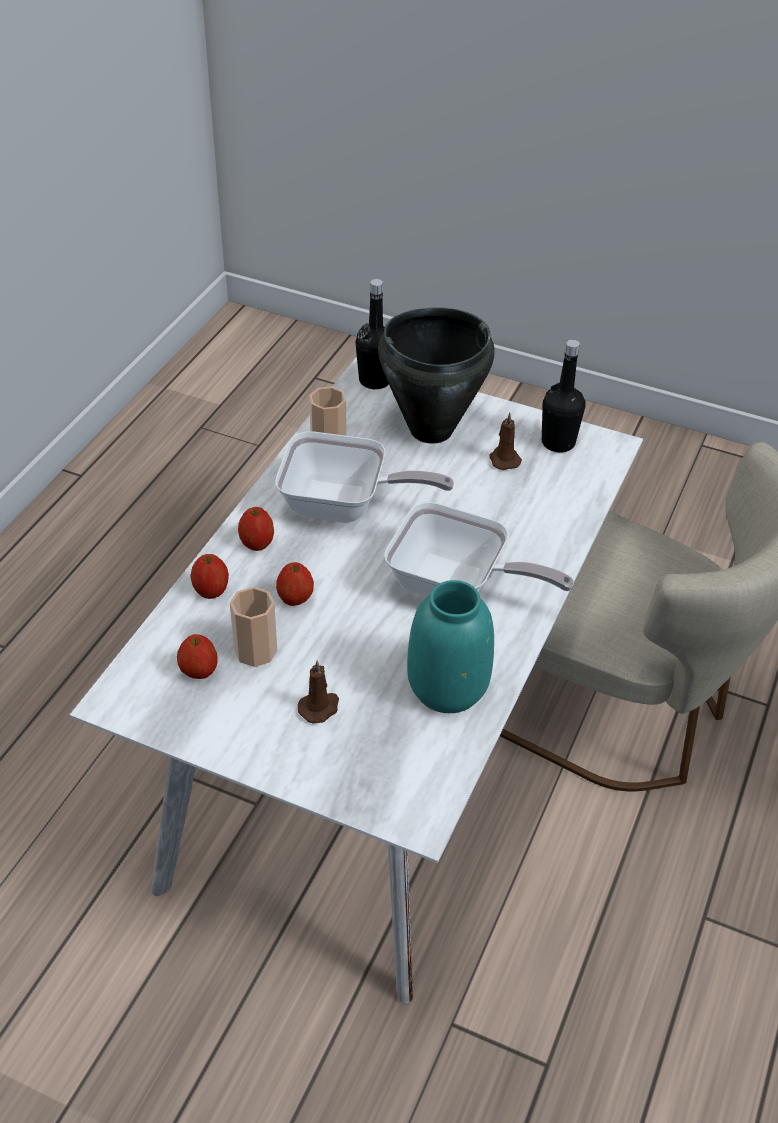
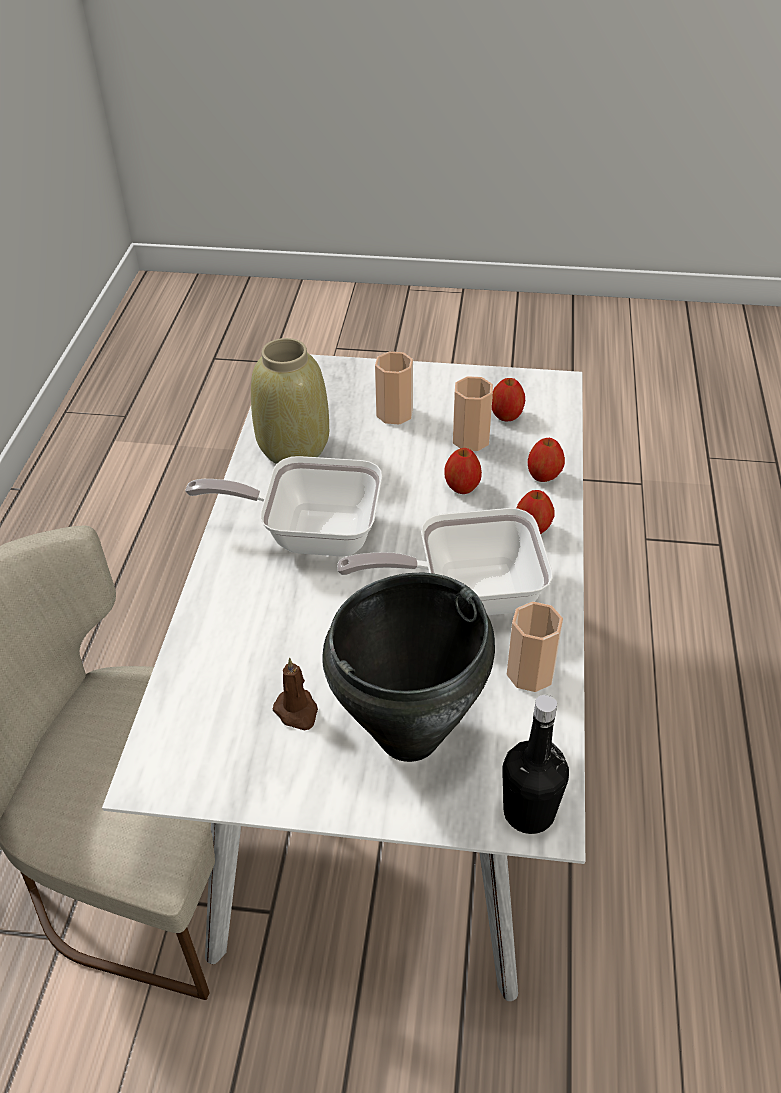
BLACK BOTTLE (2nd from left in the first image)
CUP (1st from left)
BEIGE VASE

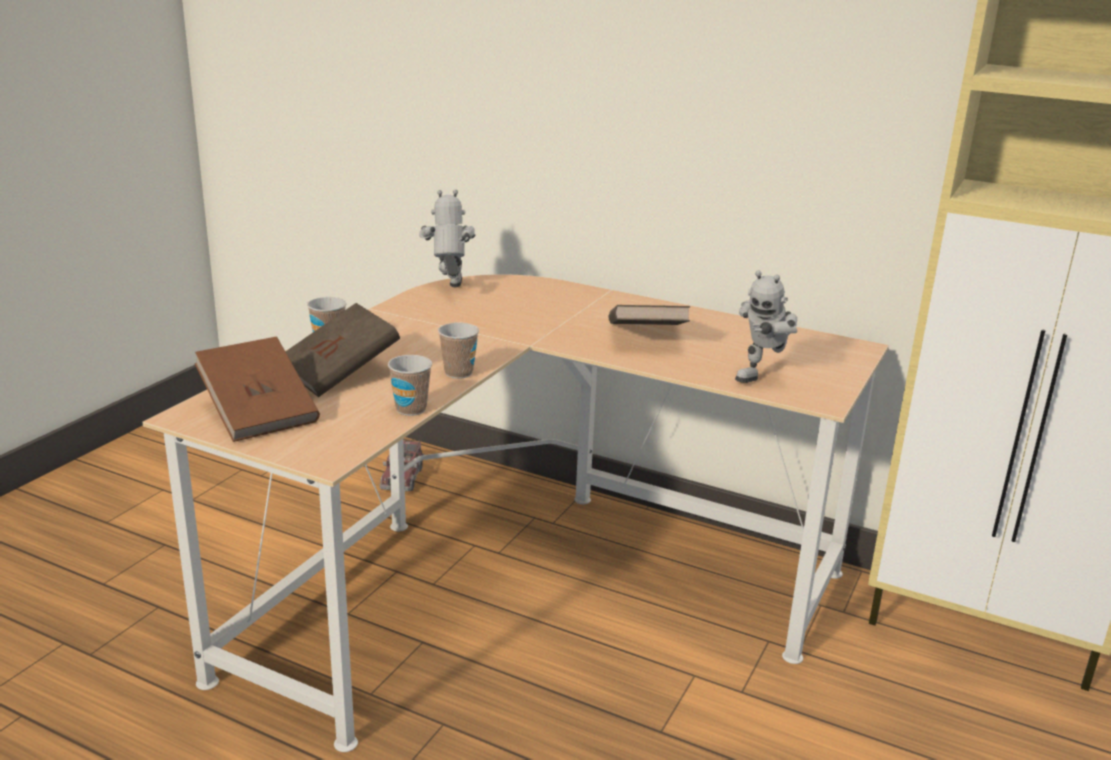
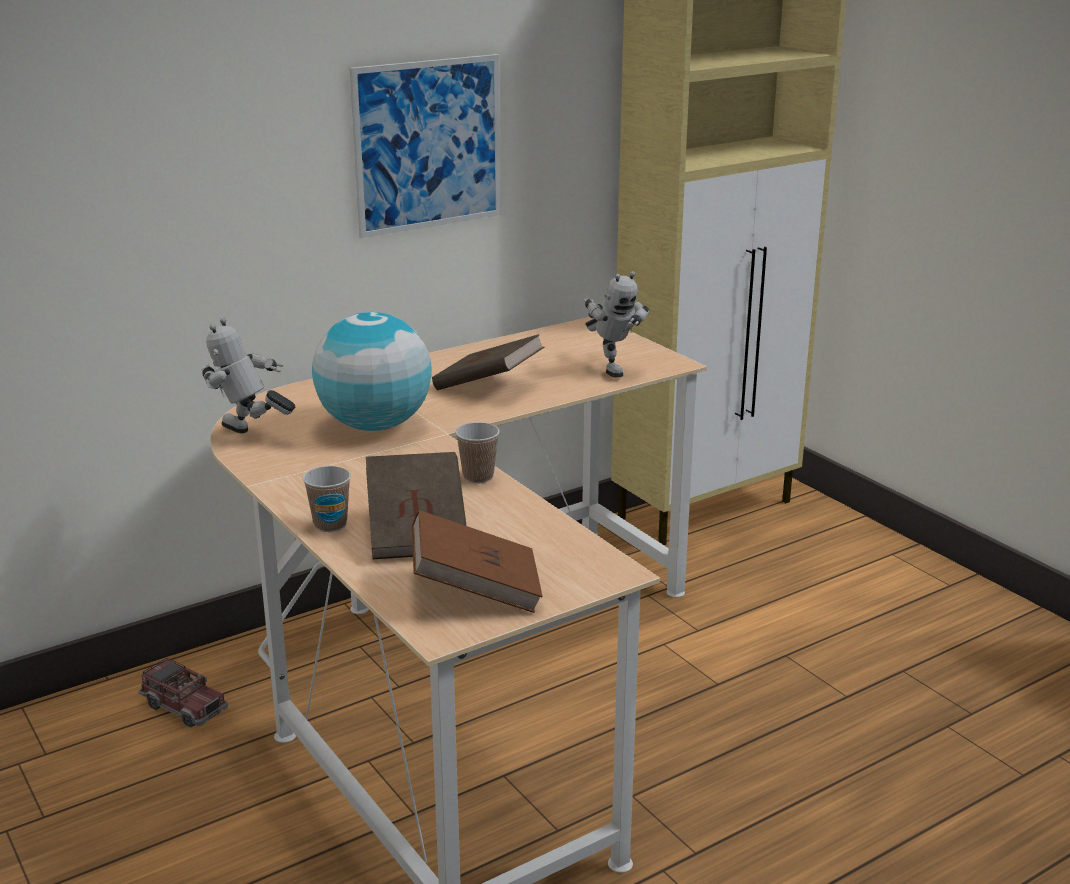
CUP (2nd from left in the first image)
GLOBE
PICTURE

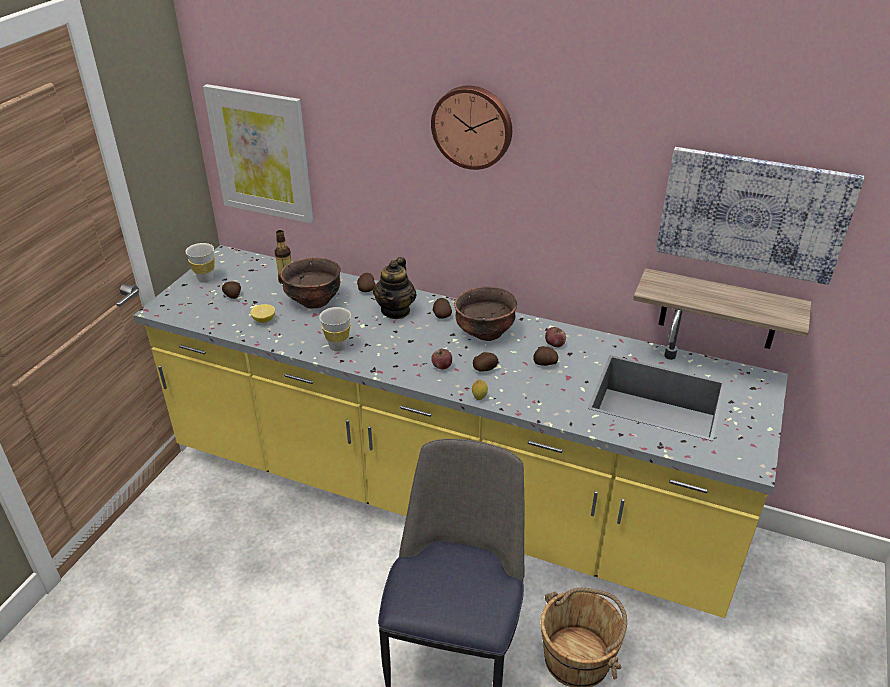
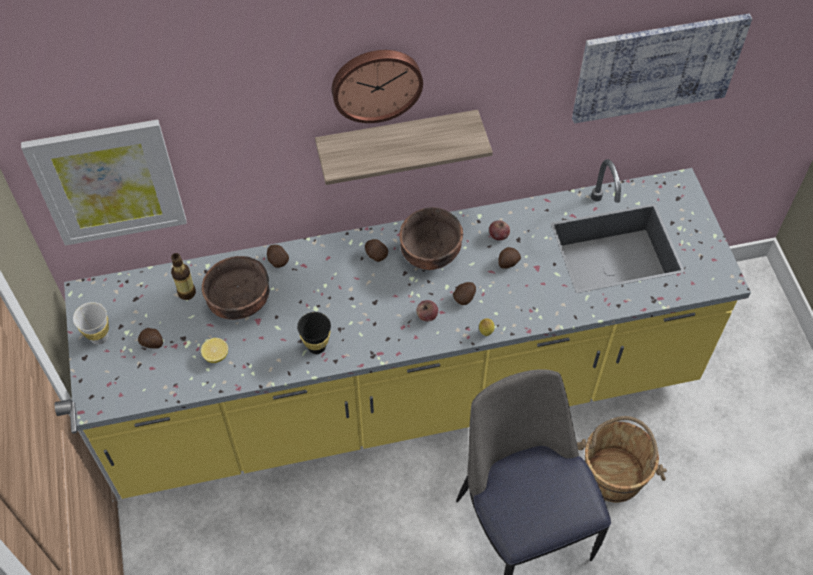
TEAPOT
SHELF
BLACK CUP

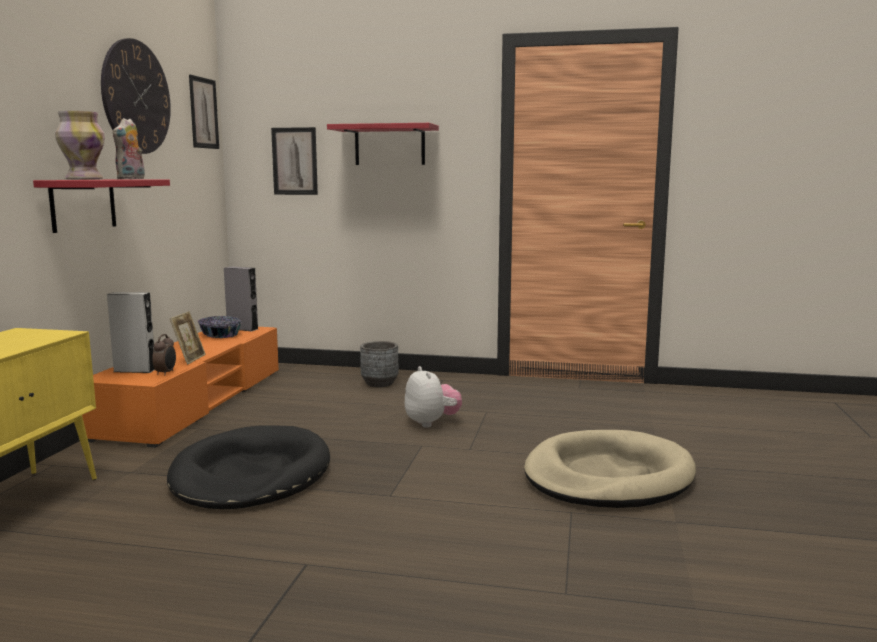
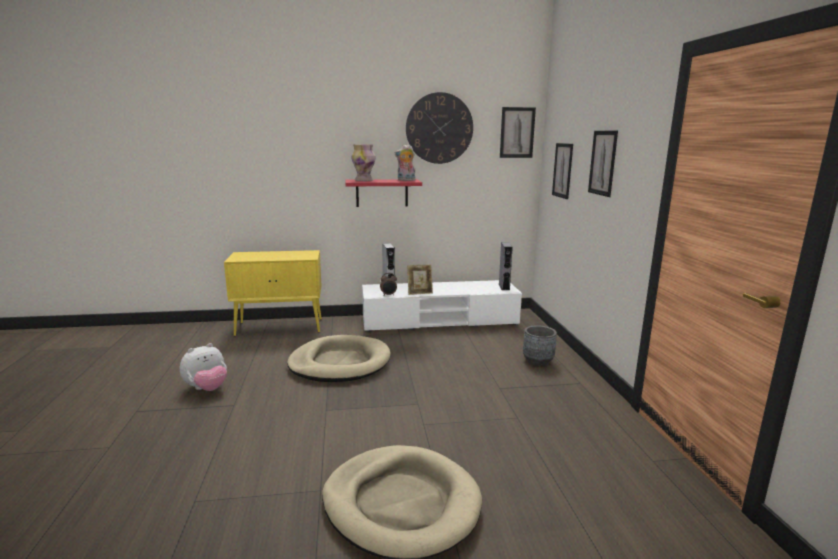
BOWL
PLUSH TOY (1st from left)
PICTURE (3rd from left)
WHITE TV STAND
BEIGE DOG BED (1st from left)

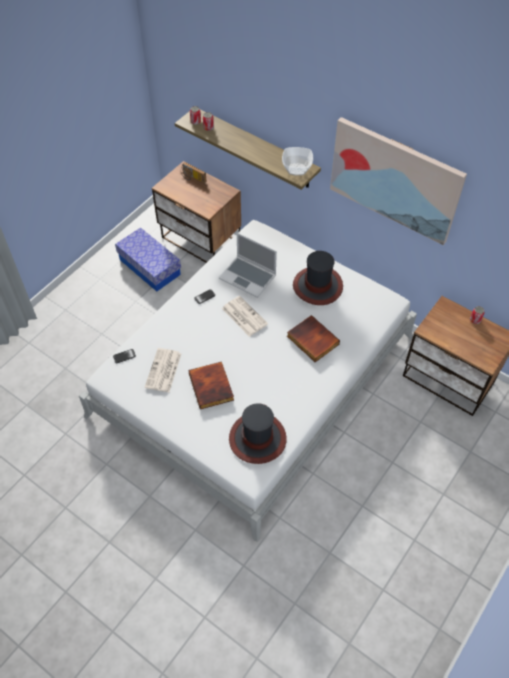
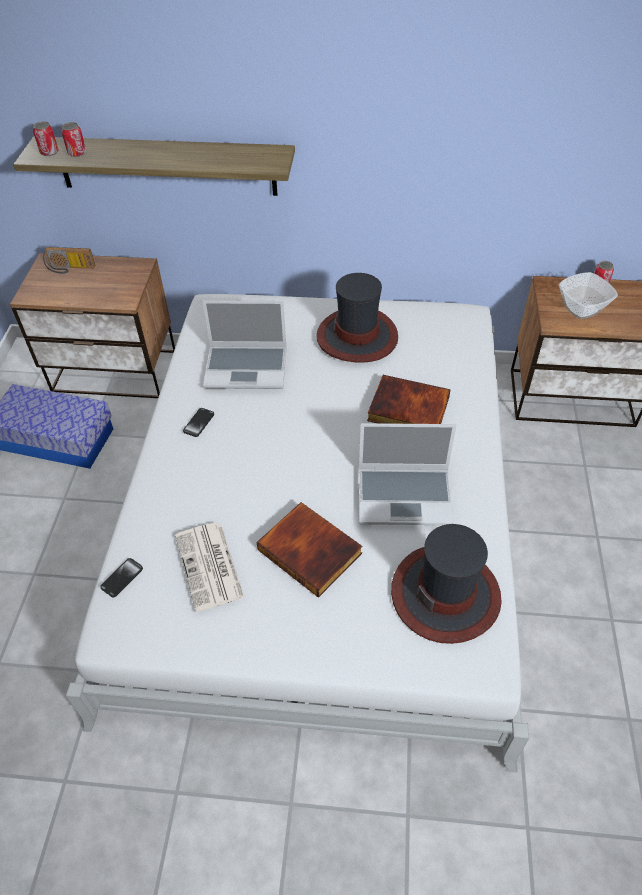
NEWSPAPER (2nd from left in the first image)
PICTURE
LAPTOP (2nd from left)
BOWL

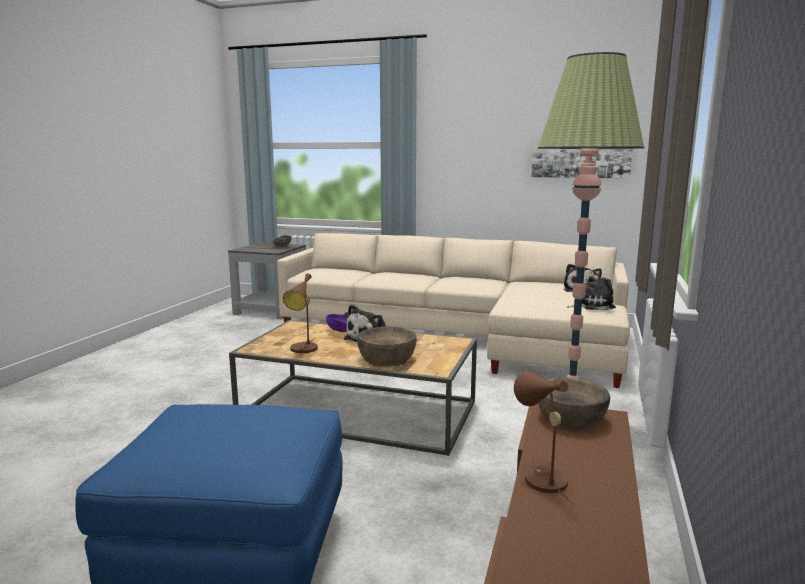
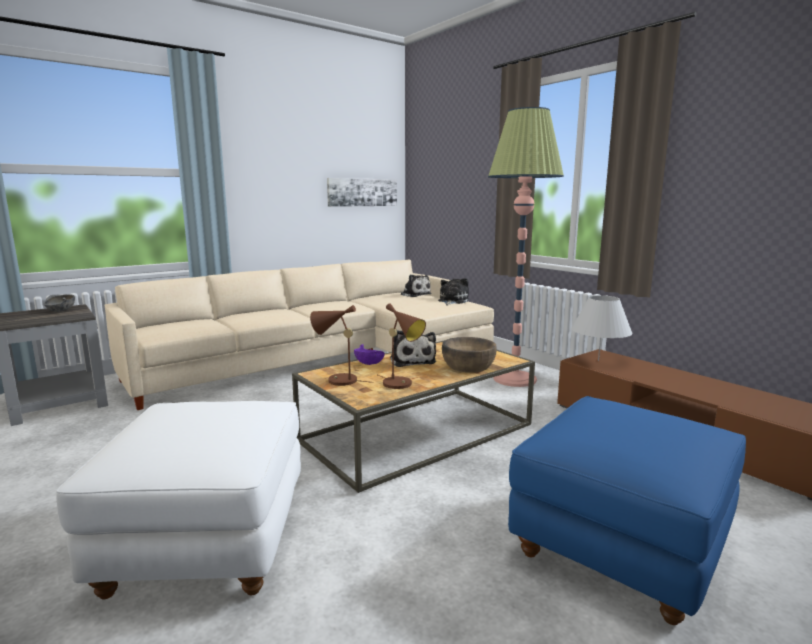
WHITE OTTOMAN
BROWN TABLE LAMP (1st from left)
WHITE TABLE LAMP

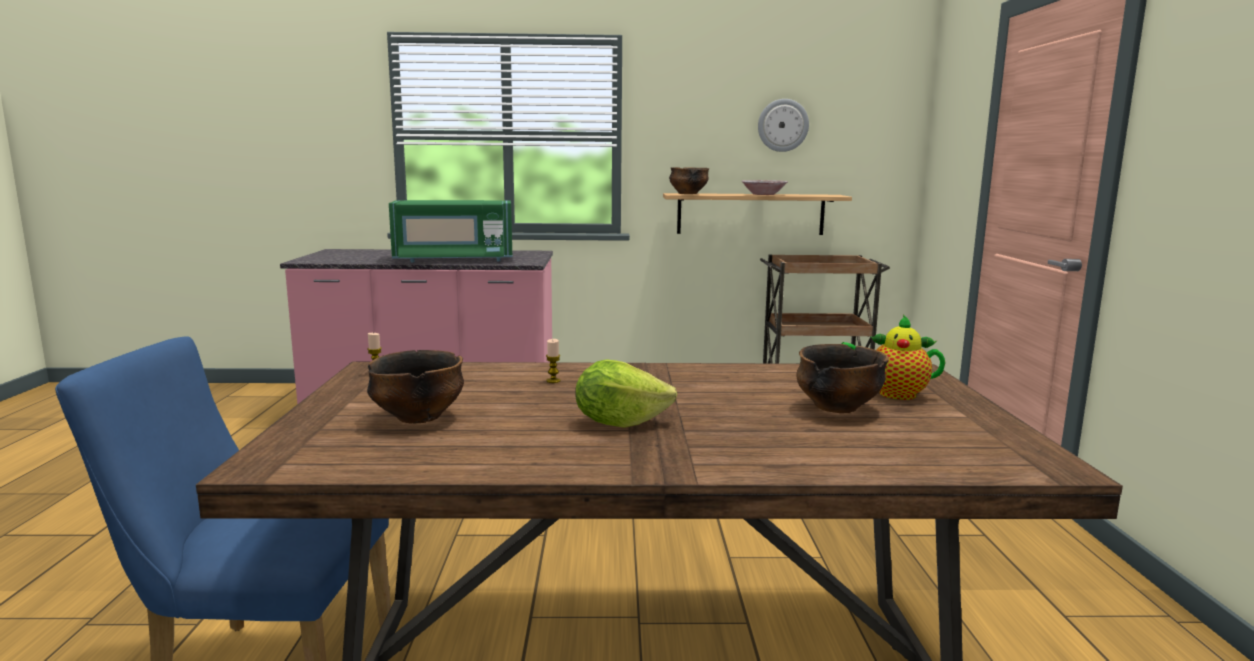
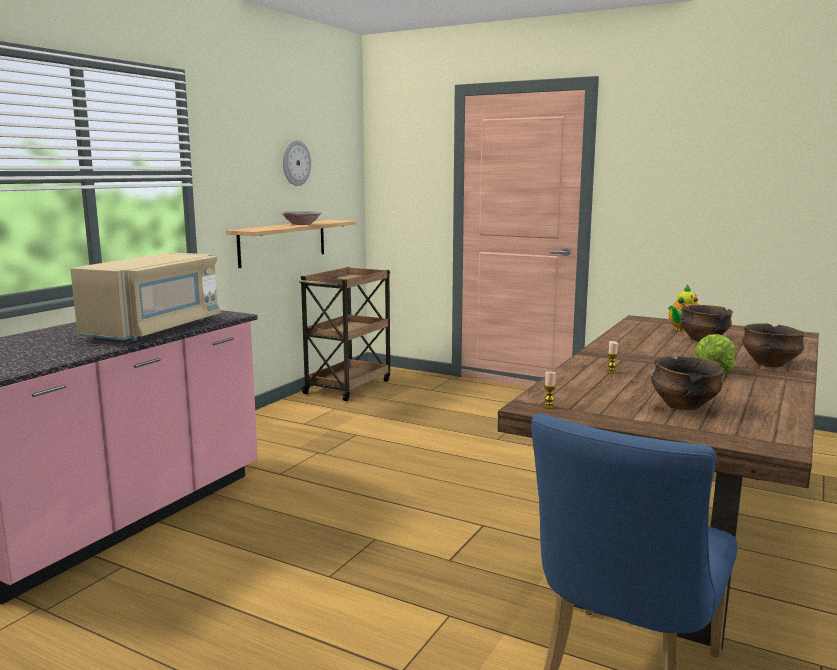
BOWL (4th from left)
BEIGE MICROWAVE

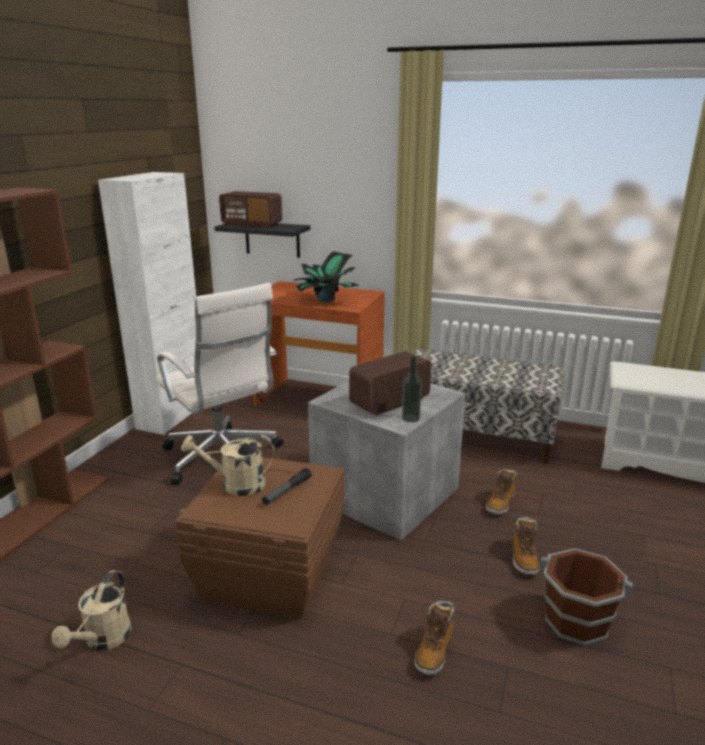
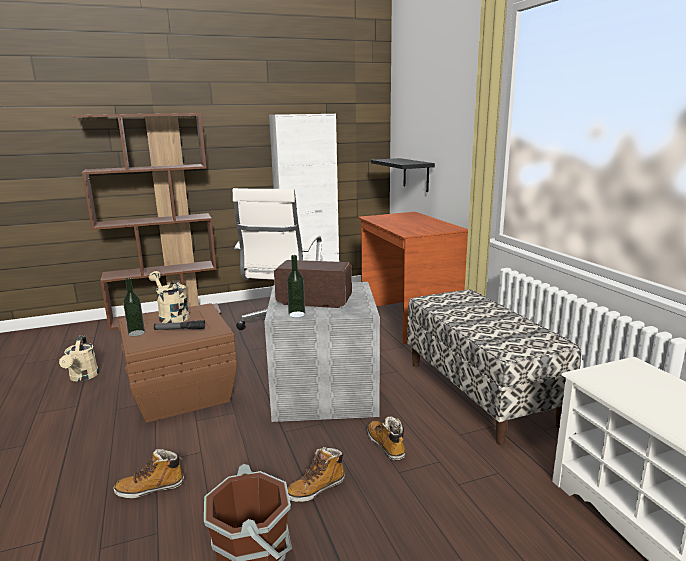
RADIO (1st from left in the first image)
POTTED PLANT
BOTTLE (1st from left)
BEIGE WATERING CAN (1st from left)
BOOT (3rd from left)

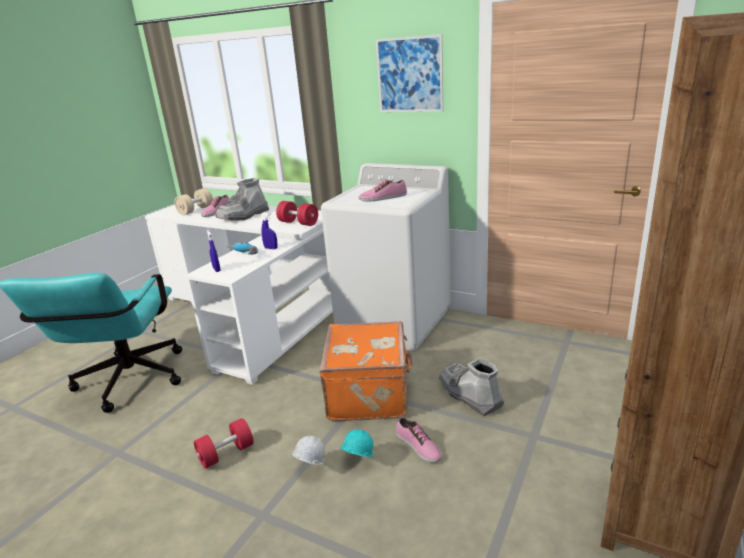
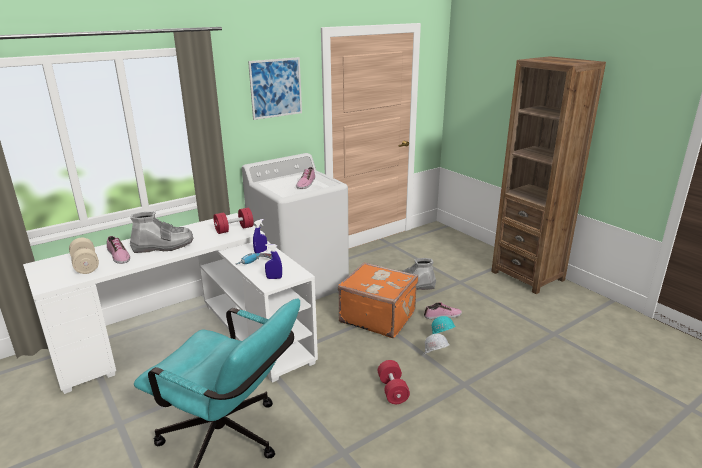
GREY BOOT (1st from left)

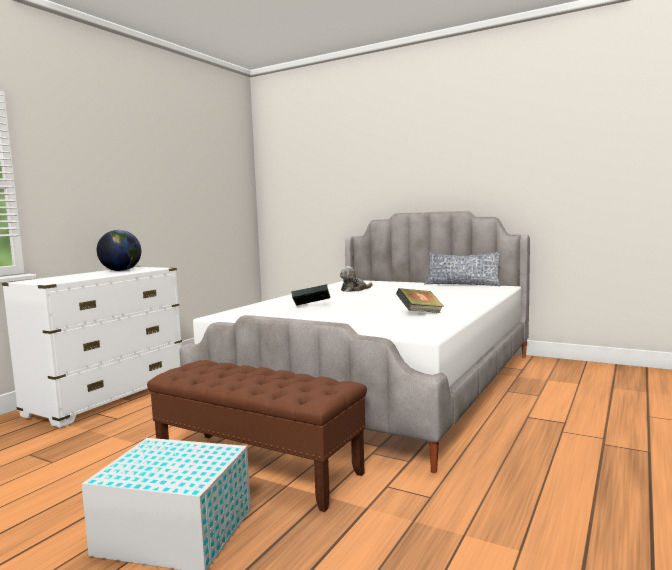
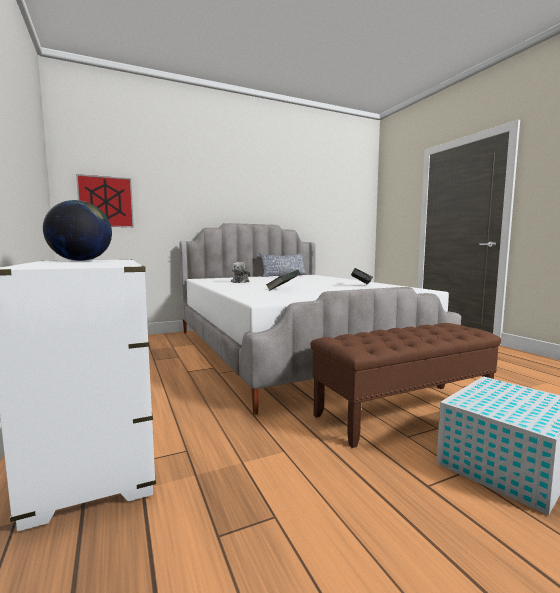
PICTURE

